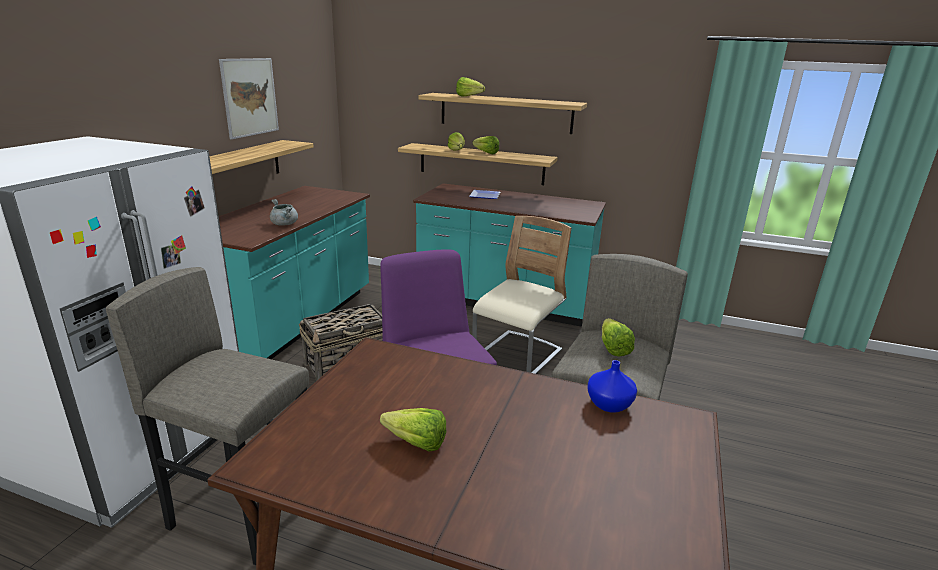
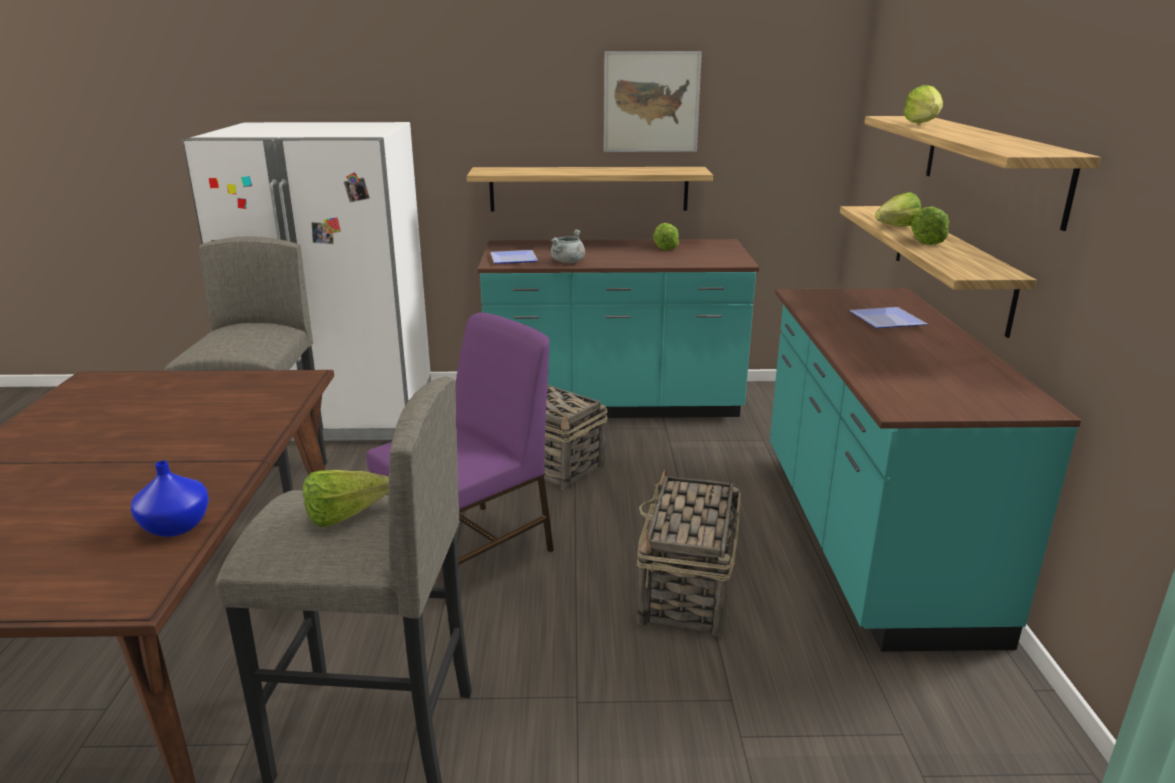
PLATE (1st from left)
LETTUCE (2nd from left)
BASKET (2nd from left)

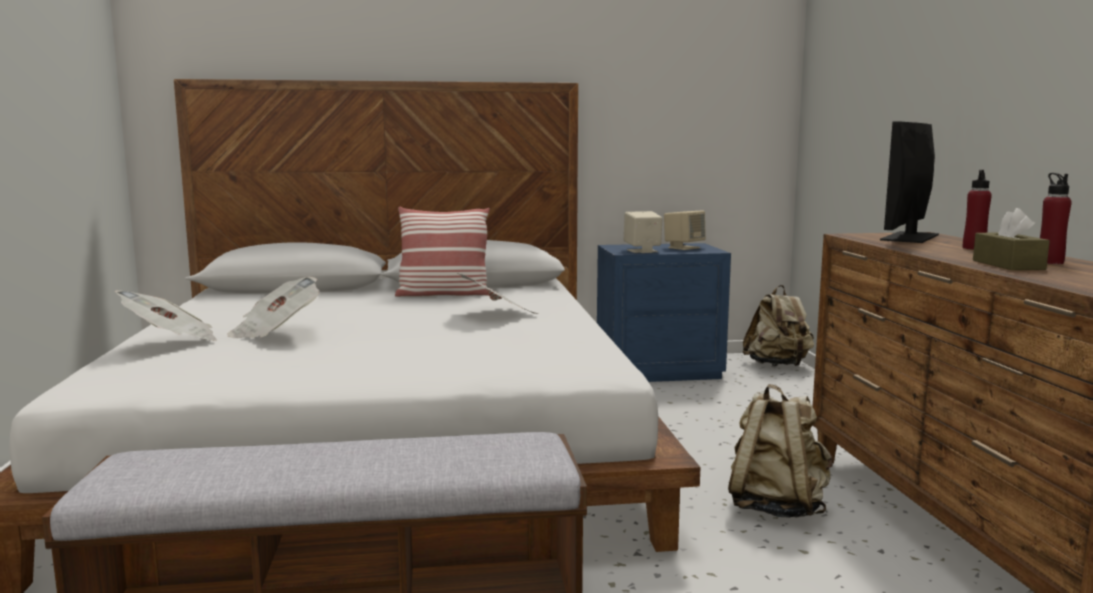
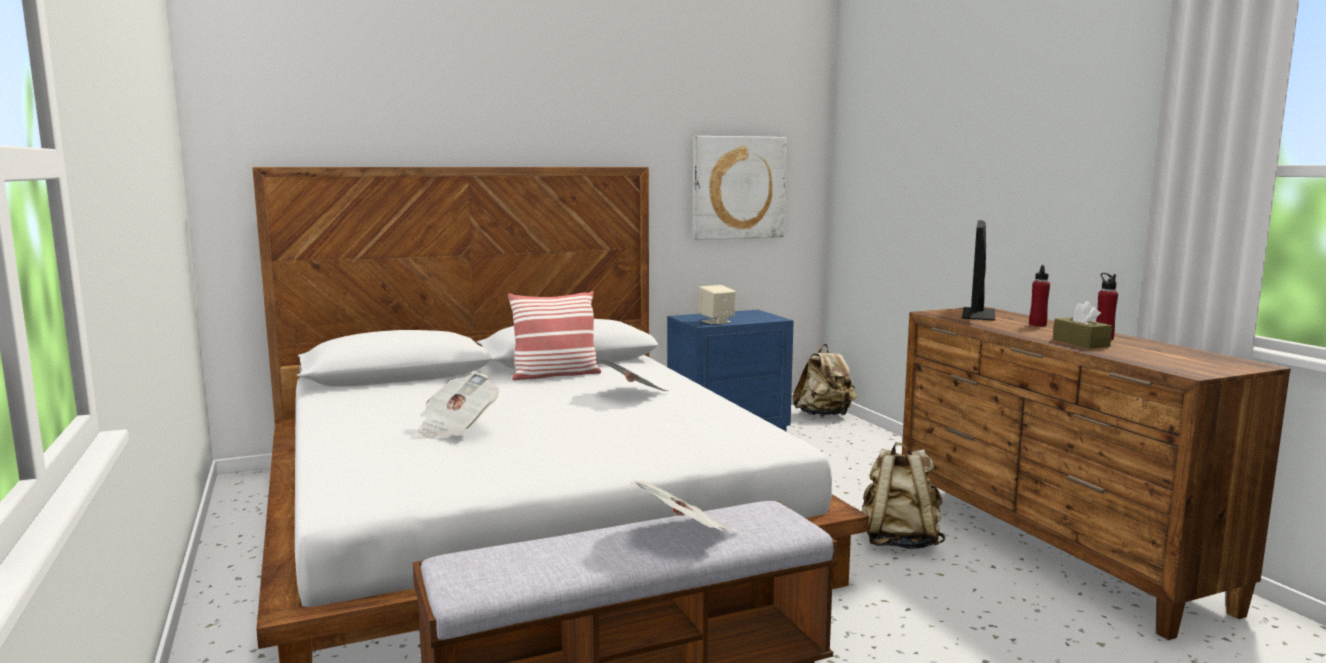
BEIGE SPEAKER (2nd from left in the first image)
PICTURE
NEWSPAPER (3rd from left)

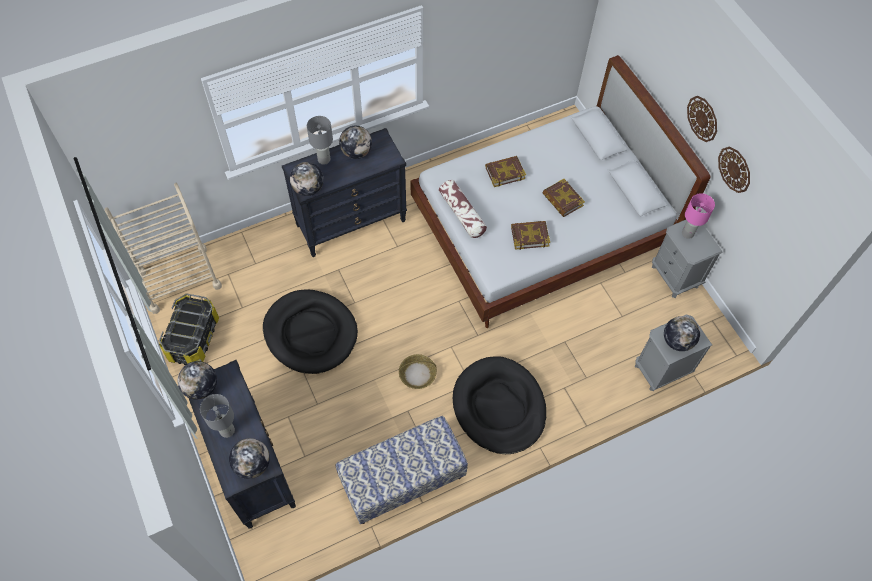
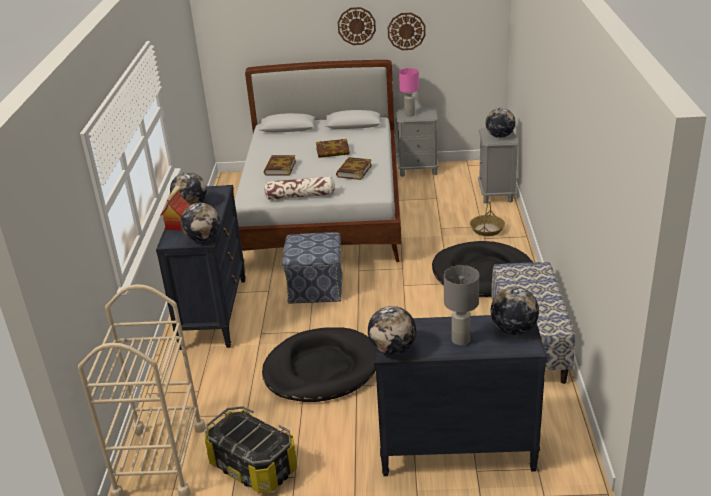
OTTOMAN
BASKET
TOY HOUSE

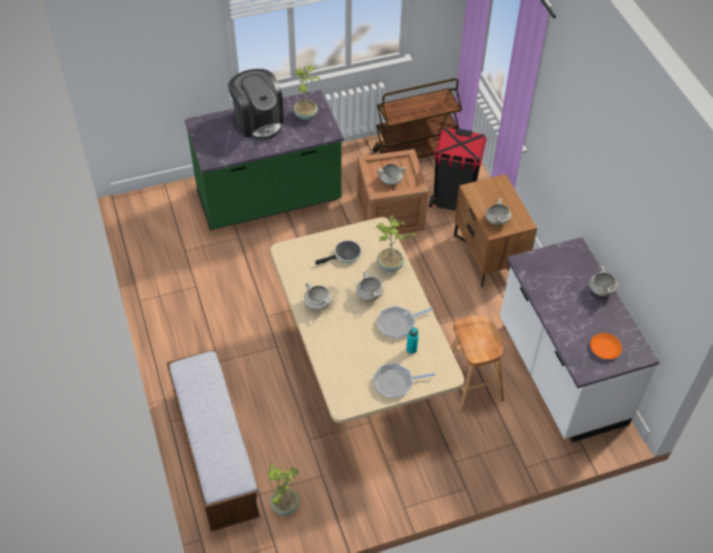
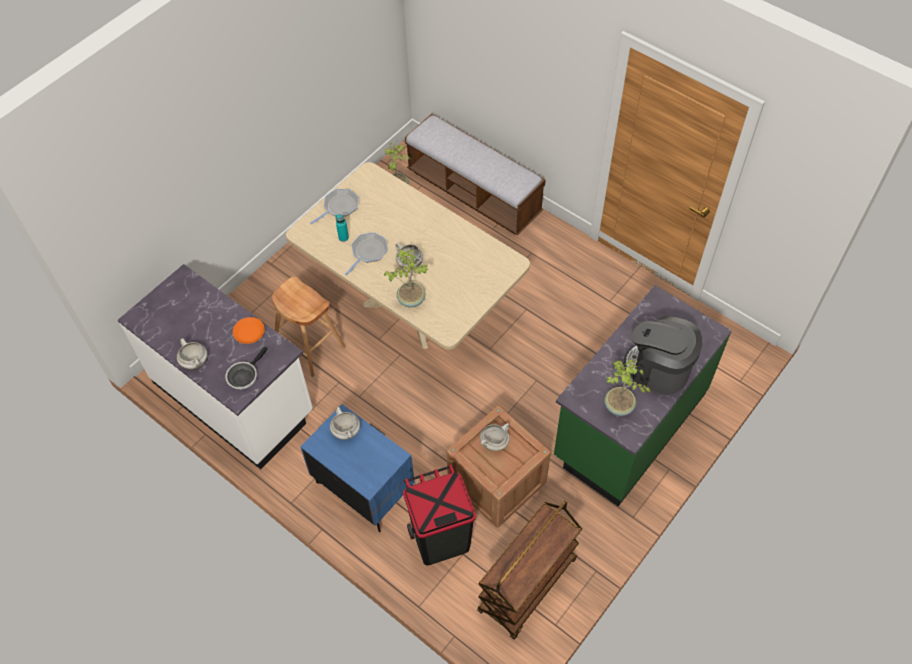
WHITE COOKING POT (1st from left in the first image)
FRYING PAN (1st from left)
ORANGE PLATE
BLUE NIGHTSTAND

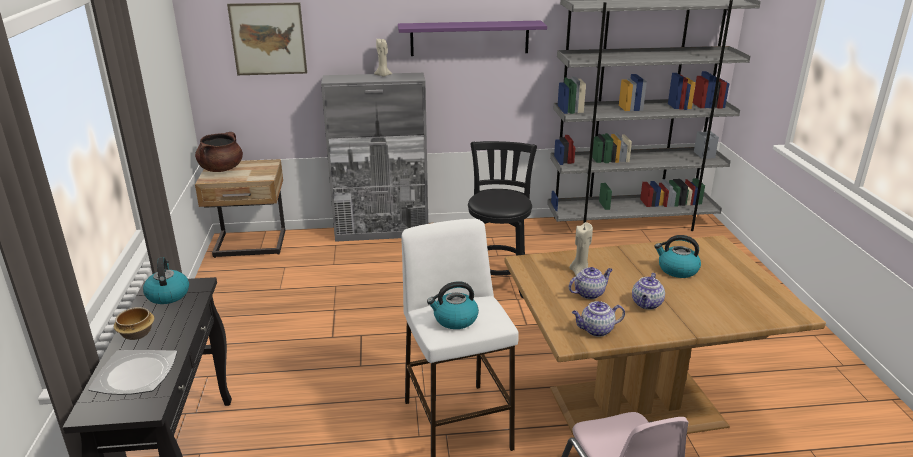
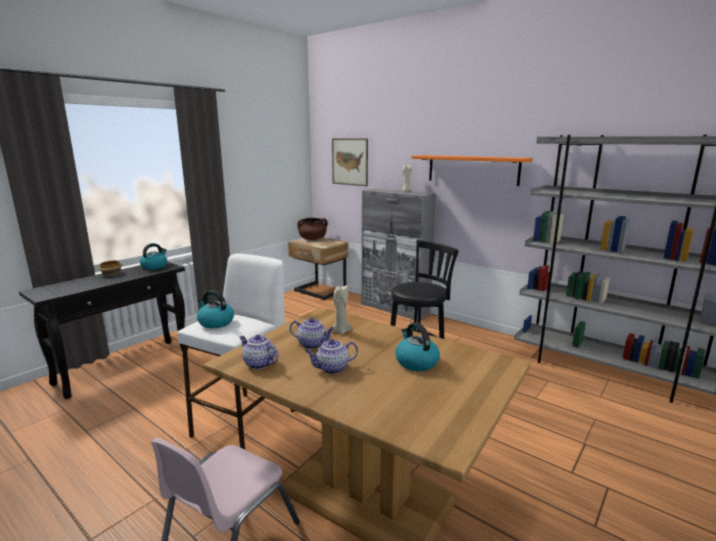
PLATE
ORANGE SHELF

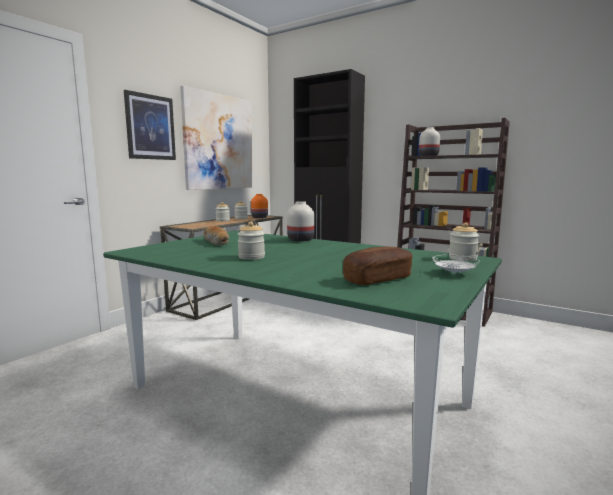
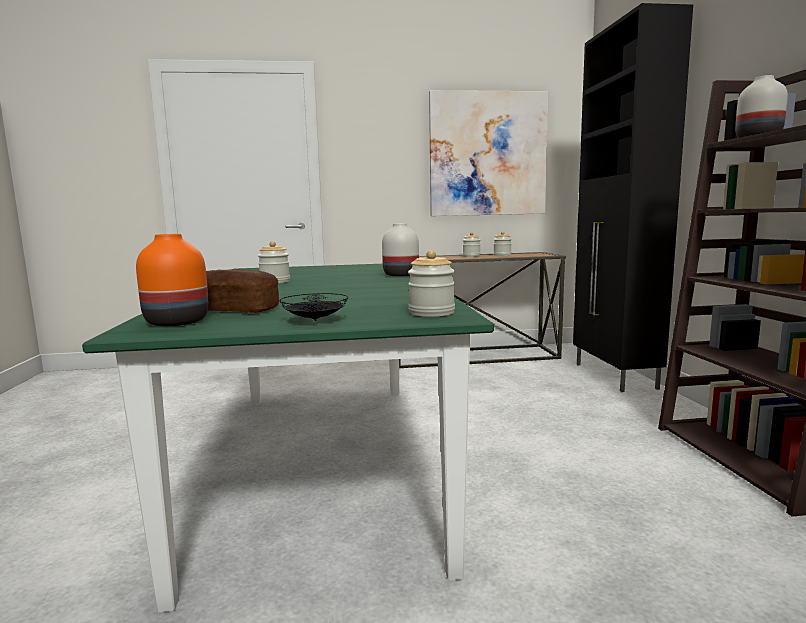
PICTURE (1st from left in the first image)
BREAD (1st from left in the first image)
ORANGE VASE
BLACK PLATE

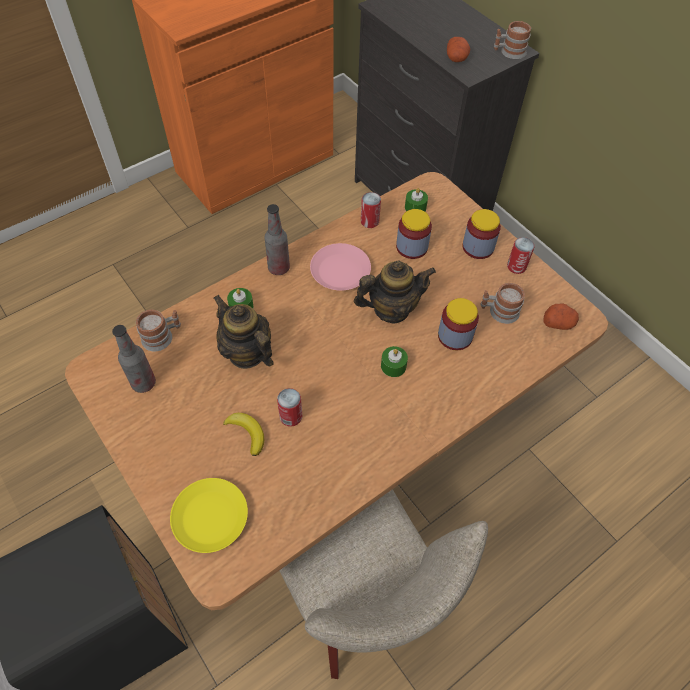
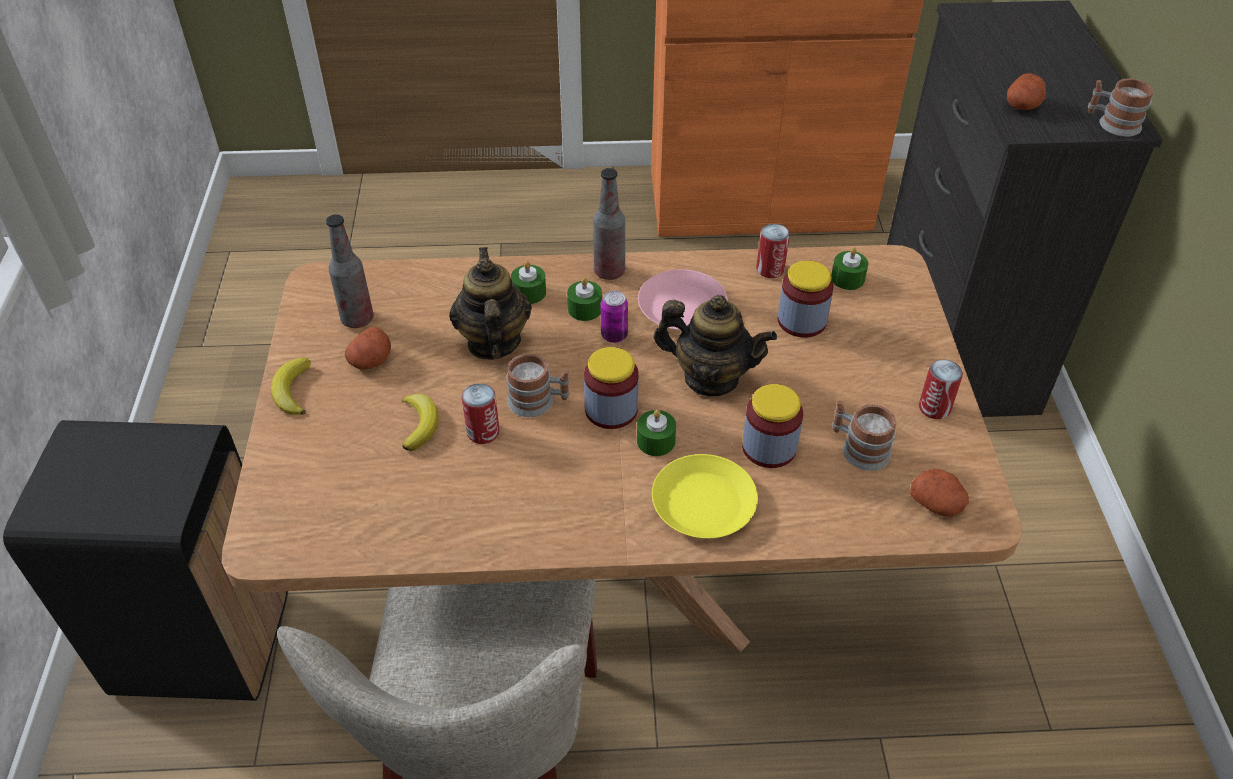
BANANA (1st from left)
POTATO (1st from left)
GREEN CANDLE (2nd from left)
CAN (2nd from left)
MUG (1st from left)
YELLOW PLATE
JAR (1st from left)

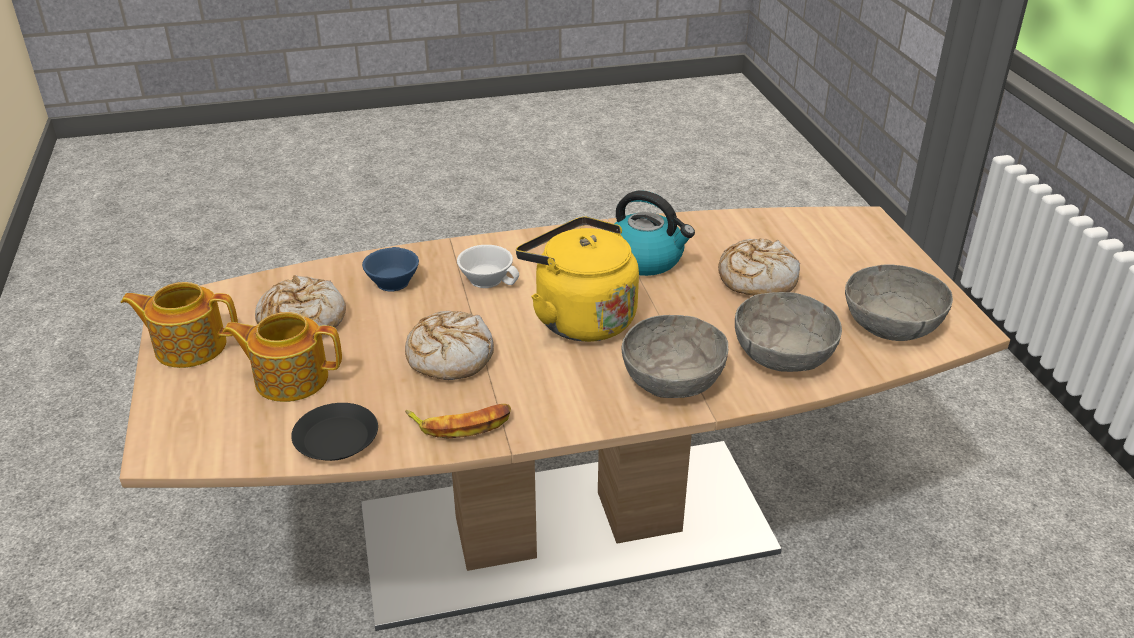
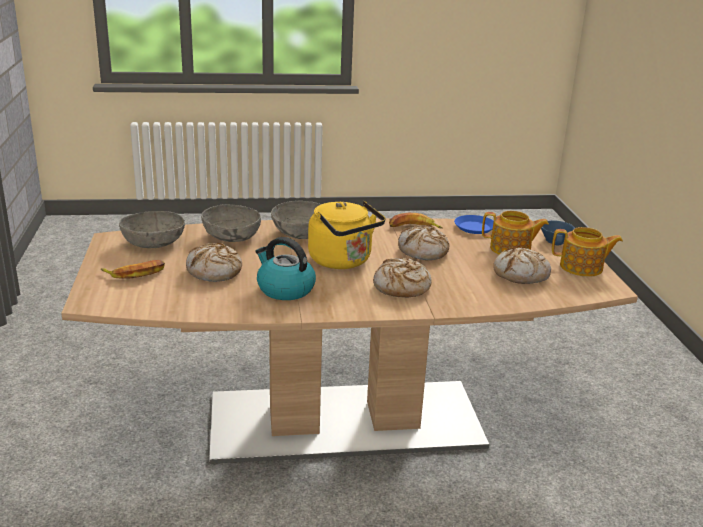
BANANA (1st from left)
BLUE CUP
BREAD (2nd from left)
BLUE PLATE

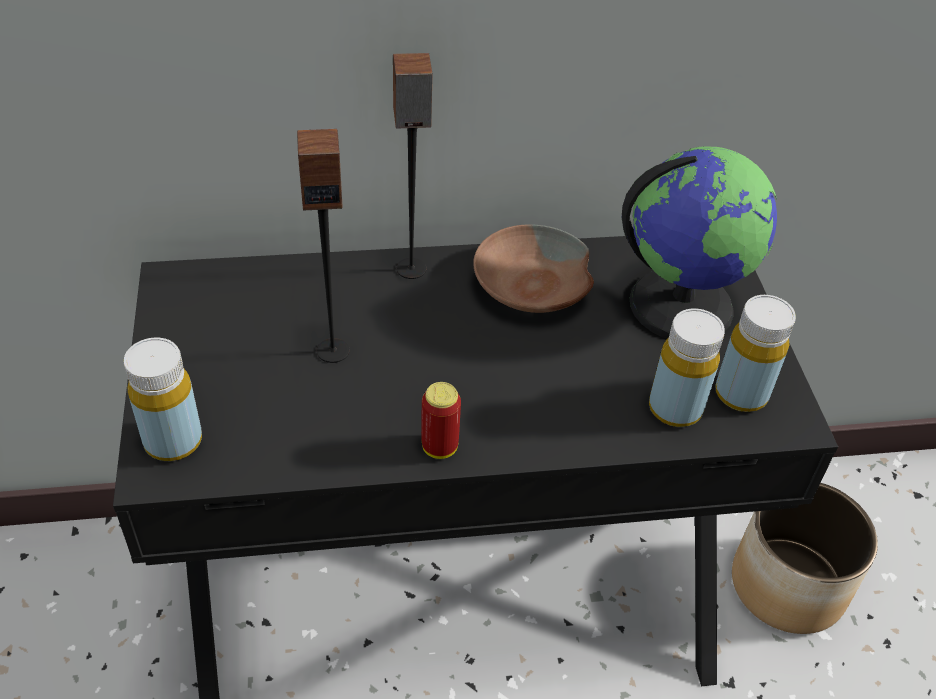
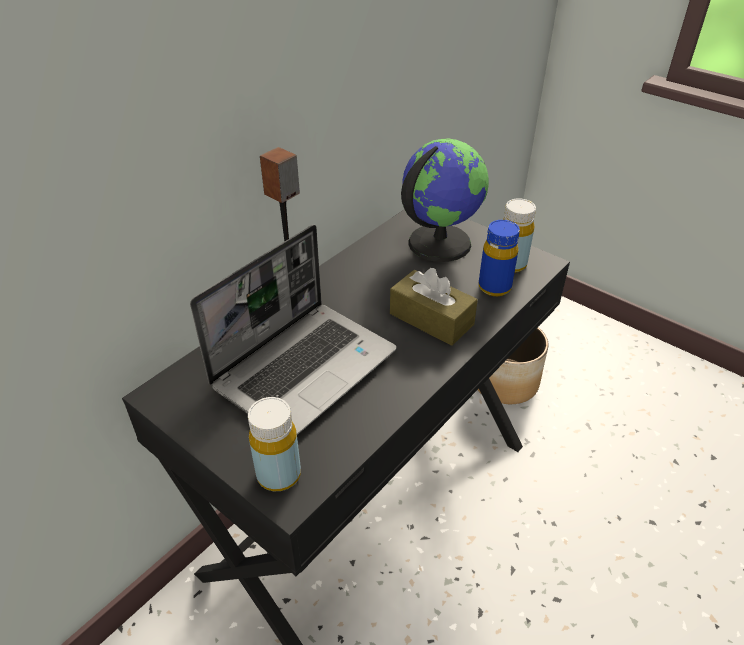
CAN
BROWN BOWL
BROWN TISSUE BOX
LAPTOP
BLUE BOTTLE

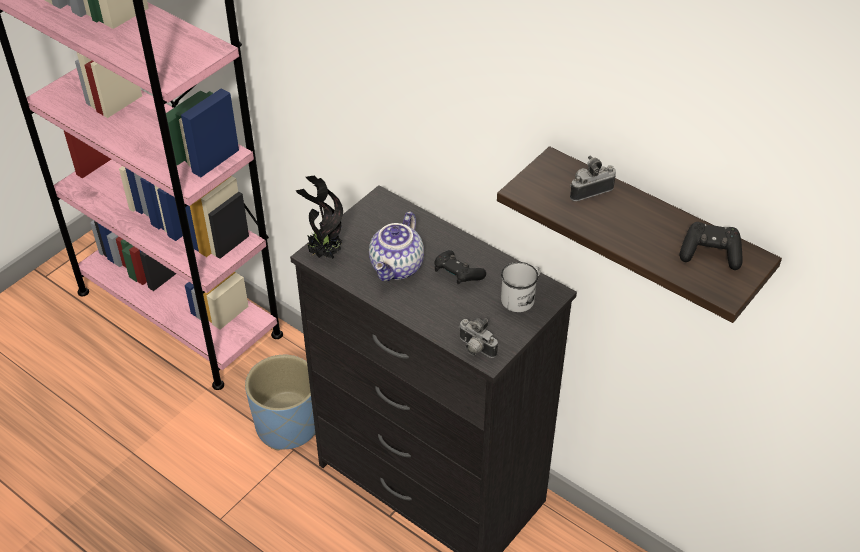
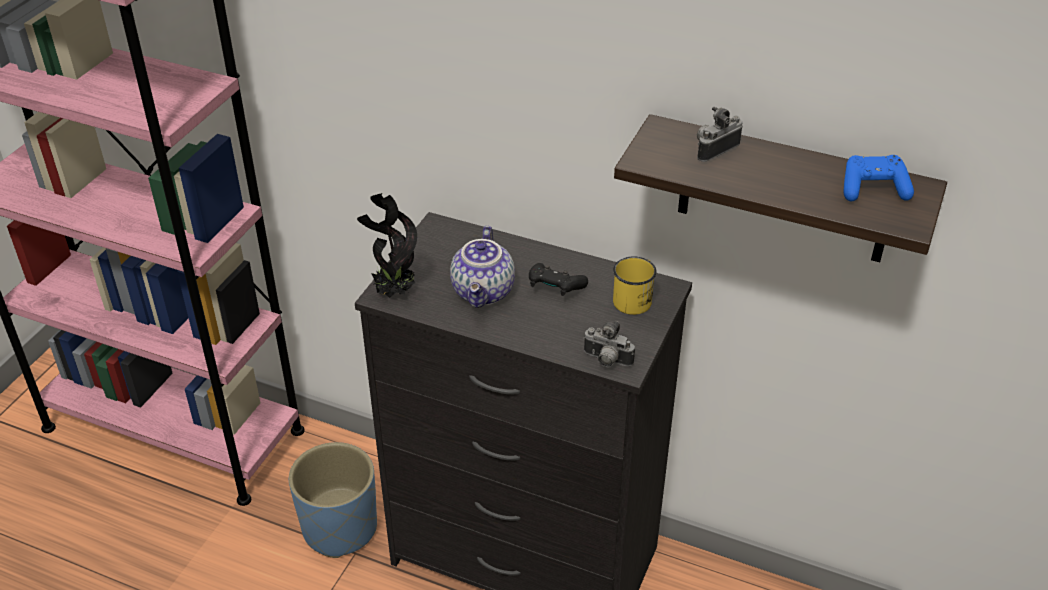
YELLOW MUG
BLUE GAME CONTROLLER

